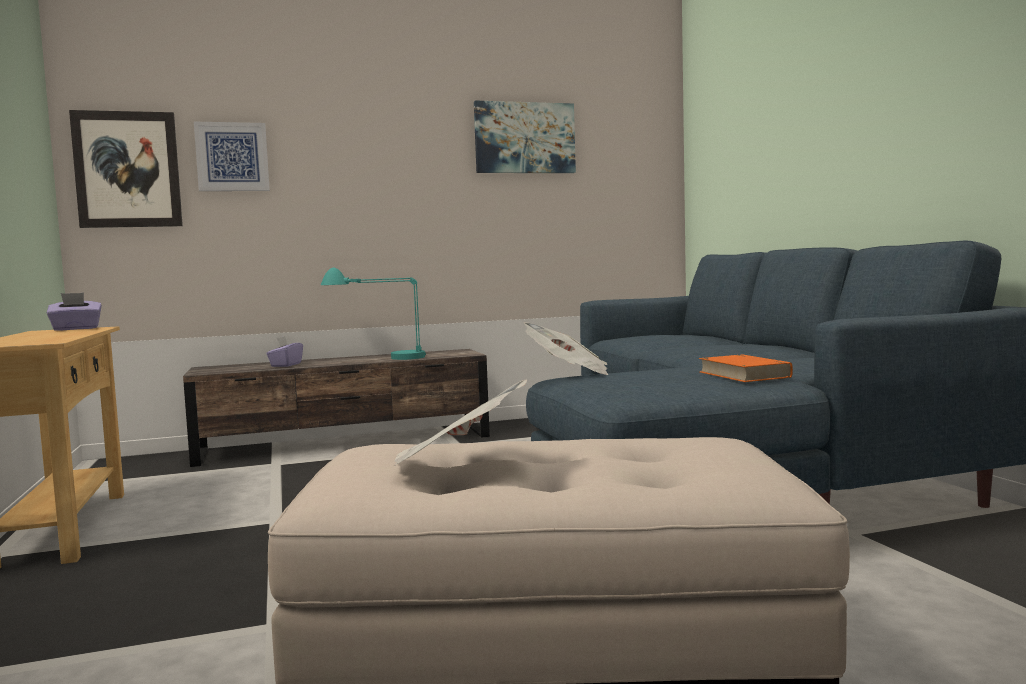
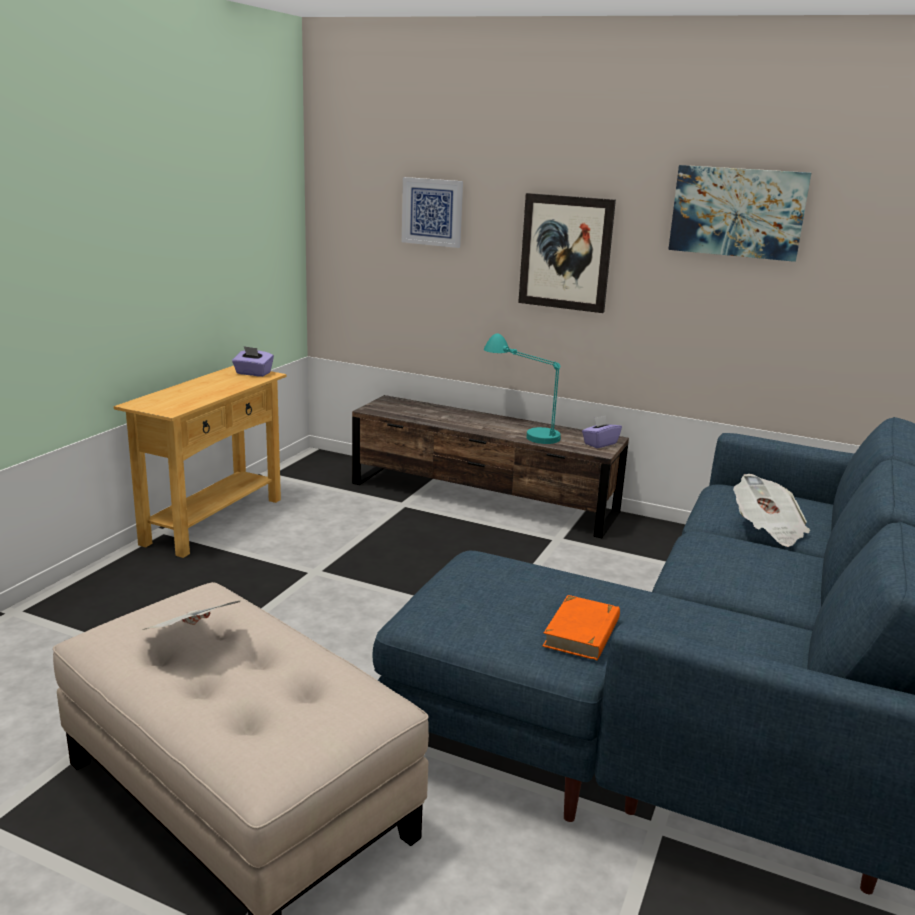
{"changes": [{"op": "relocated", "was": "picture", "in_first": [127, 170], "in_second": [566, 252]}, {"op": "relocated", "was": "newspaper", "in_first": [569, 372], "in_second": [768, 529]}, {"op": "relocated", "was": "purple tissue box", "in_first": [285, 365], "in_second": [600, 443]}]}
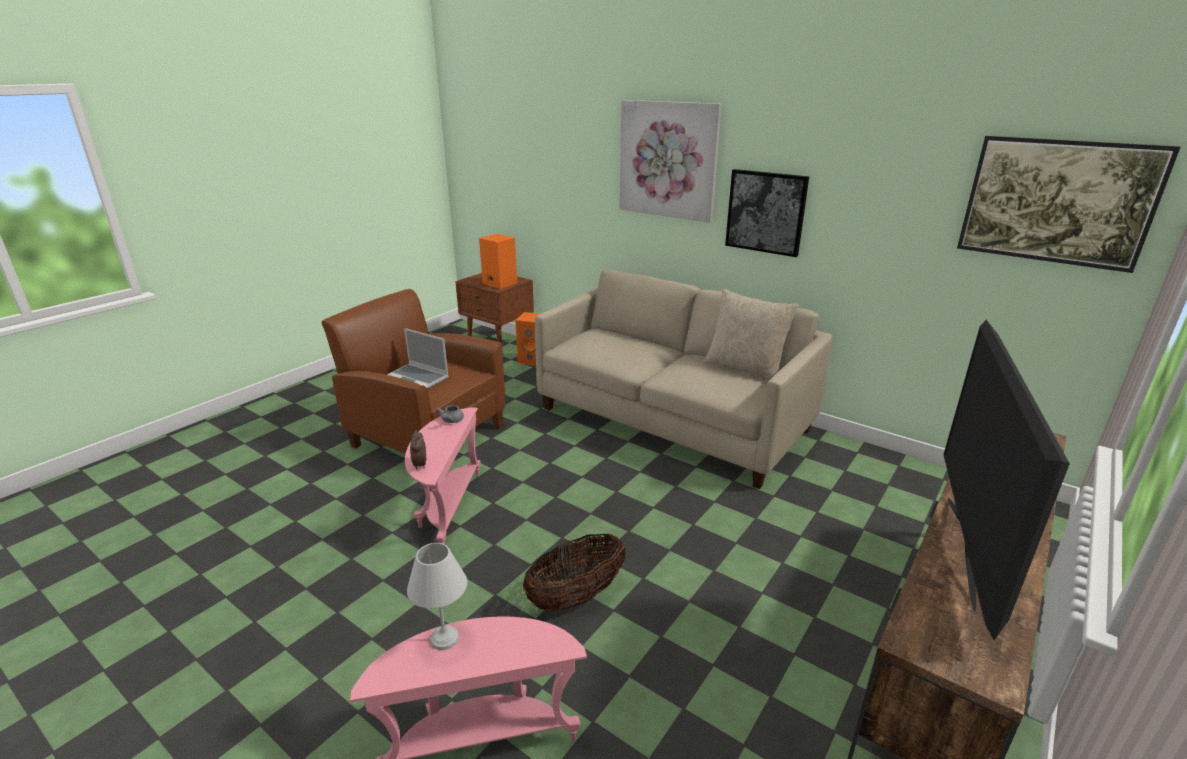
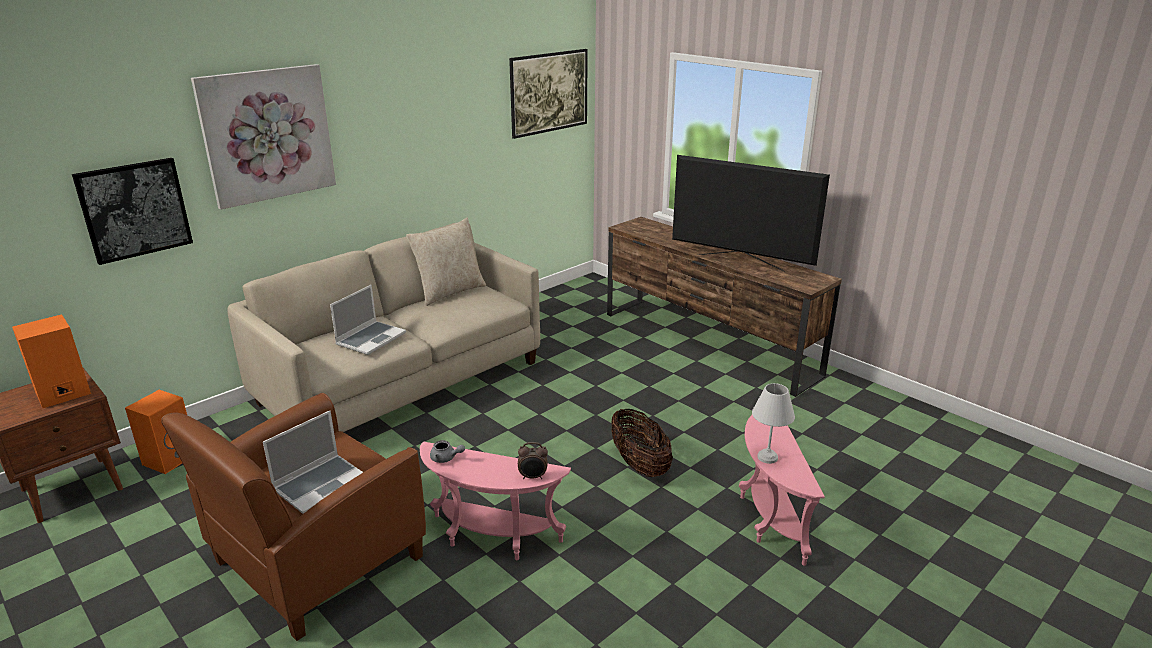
{"changes": [{"op": "relocated", "was": "picture", "in_first": [766, 212], "in_second": [134, 209]}, {"op": "appeared", "now": "laptop", "in_second": [371, 339]}]}
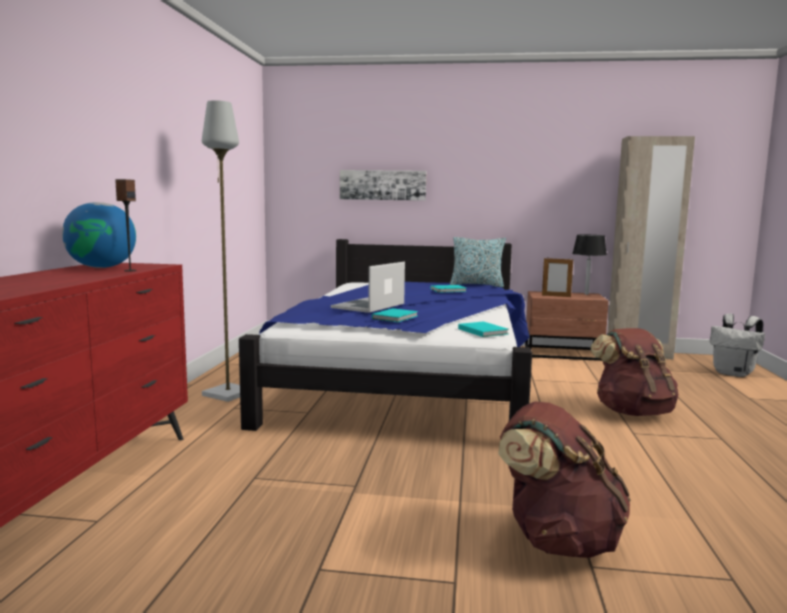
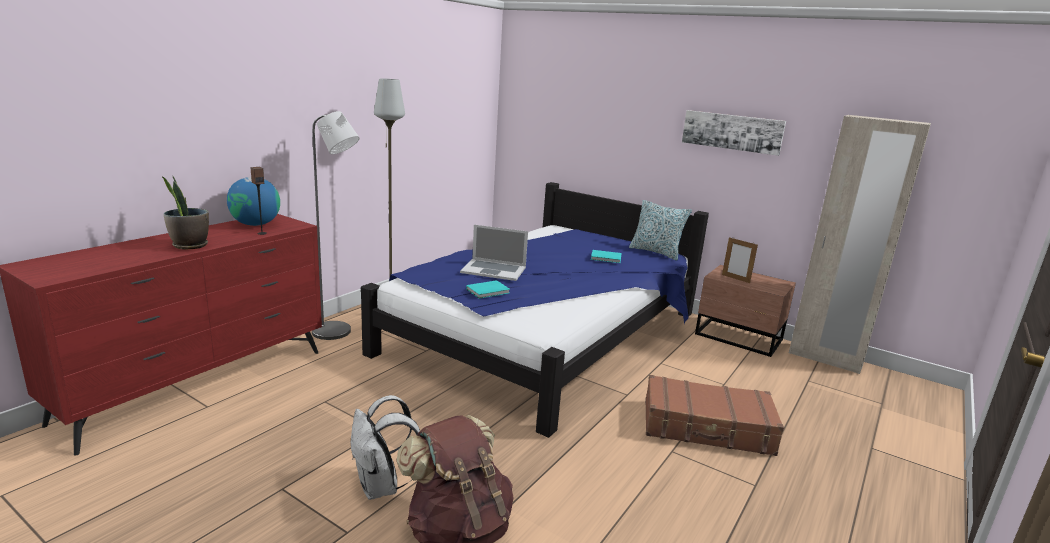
{"changes": [{"op": "relocated", "was": "picture", "in_first": [383, 185], "in_second": [732, 132]}, {"op": "missing", "was": "black table lamp", "in_first": [586, 294]}, {"op": "spun", "was": "laptop", "in_first": [369, 306], "in_second": [493, 270], "clockwise": -135}, {"op": "relocated", "was": "white backpack", "in_first": [734, 374], "in_second": [381, 487]}, {"op": "missing", "was": "turquoise book", "in_first": [482, 331]}, {"op": "exchanged", "was": "brown backpack", "now": "brown suitcase", "in_first": [633, 412], "in_second": [707, 428]}, {"op": "appeared", "now": "grey floor lamp", "in_second": [337, 333]}, {"op": "appeared", "now": "potted plant", "in_second": [189, 245]}]}
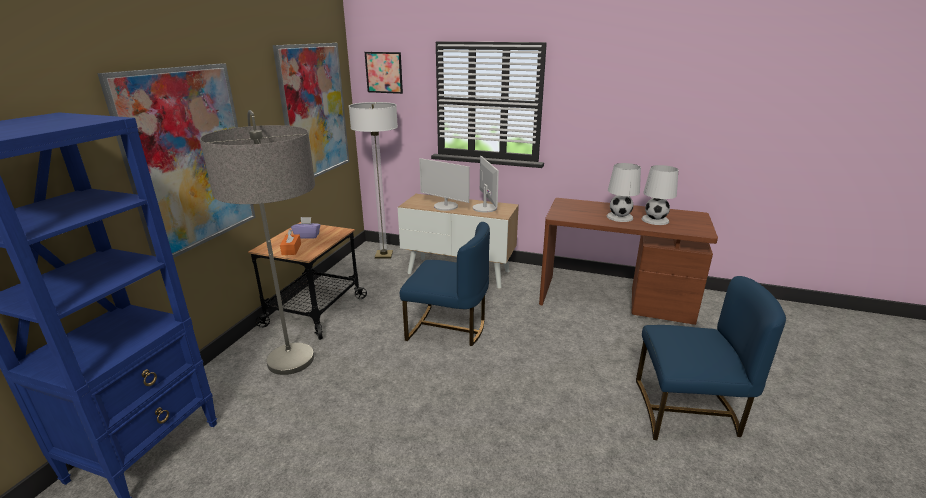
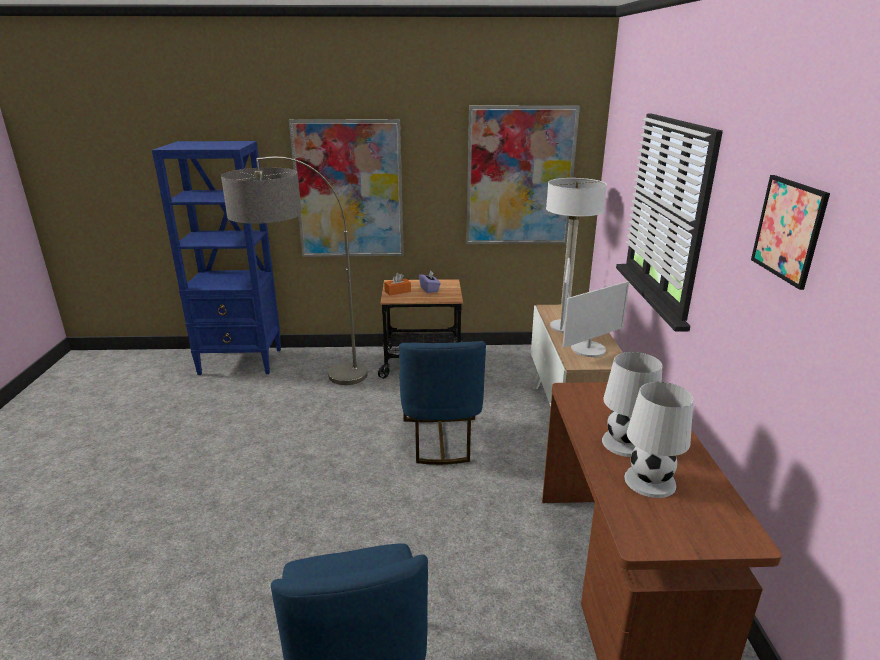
{"changes": [{"op": "relocated", "was": "picture", "in_first": [384, 72], "in_second": [788, 230]}]}
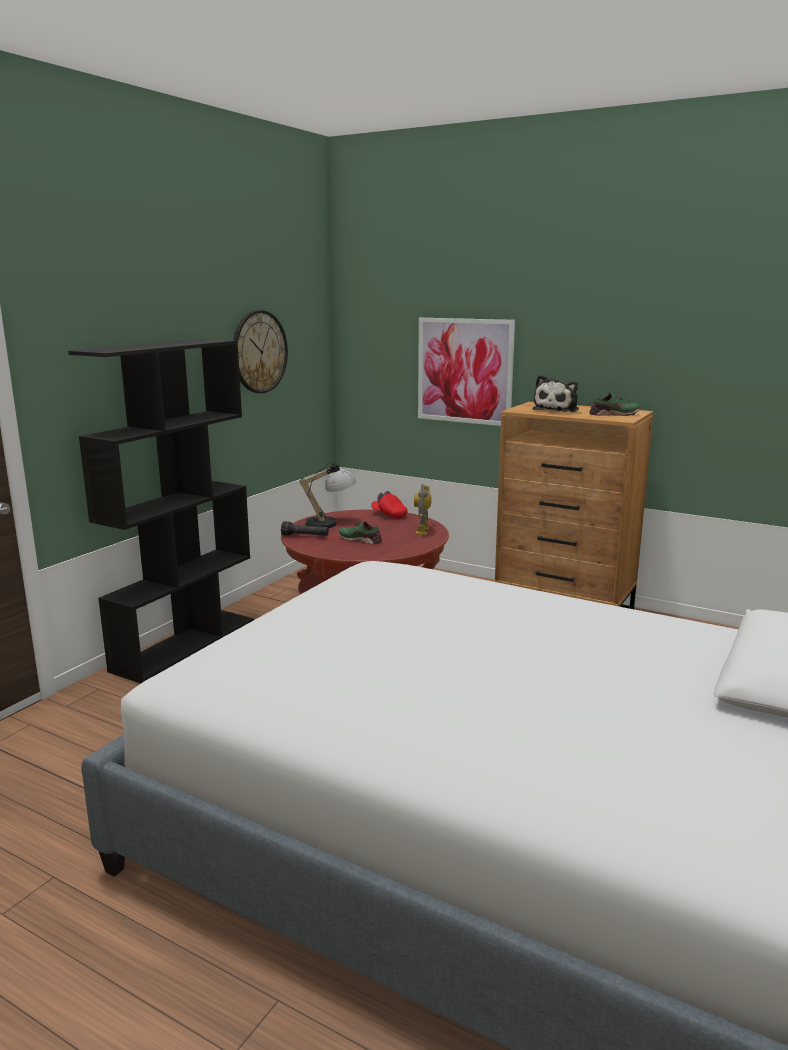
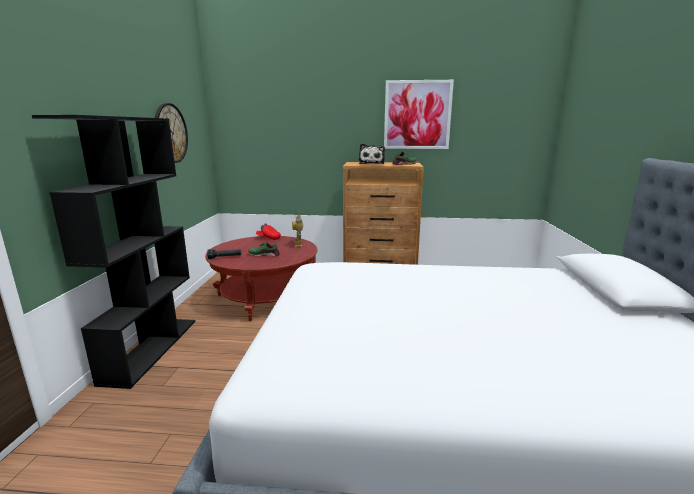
{"changes": [{"op": "relocated", "was": "picture", "in_first": [464, 371], "in_second": [417, 115]}, {"op": "missing", "was": "table lamp", "in_first": [329, 523]}]}
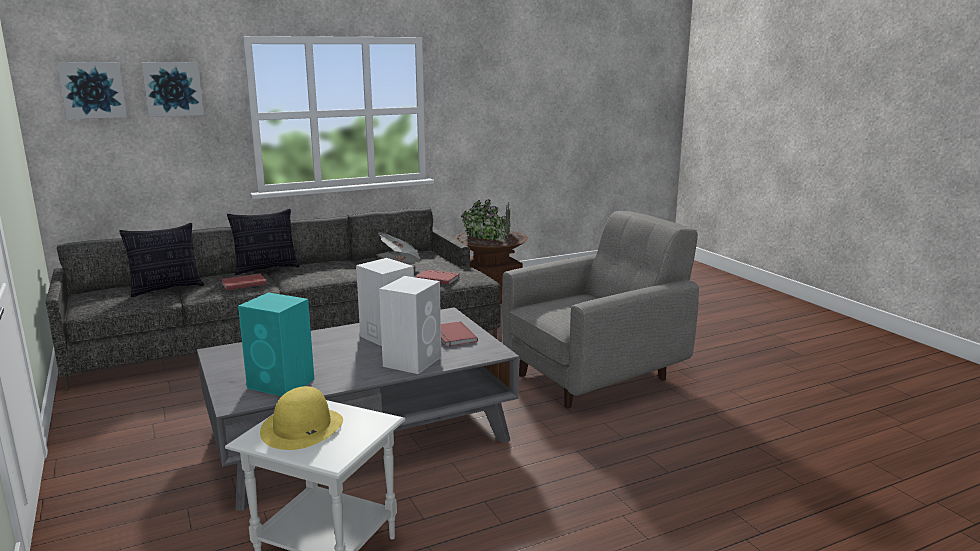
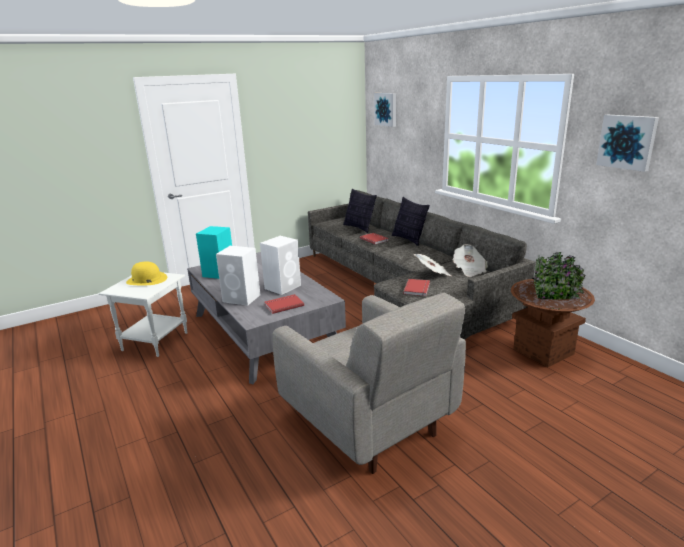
{"changes": [{"op": "relocated", "was": "picture", "in_first": [173, 89], "in_second": [627, 142]}]}
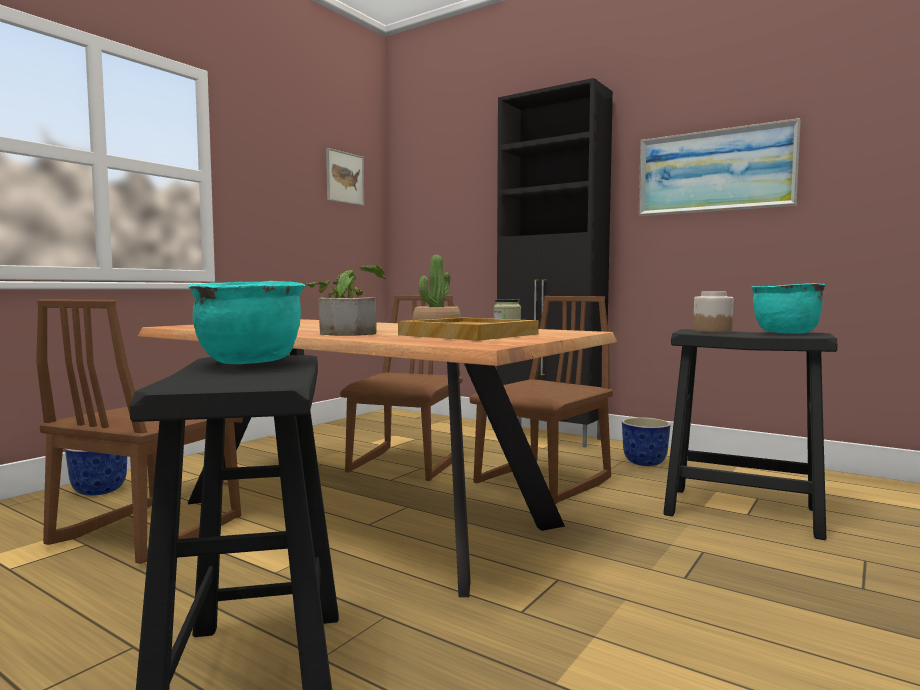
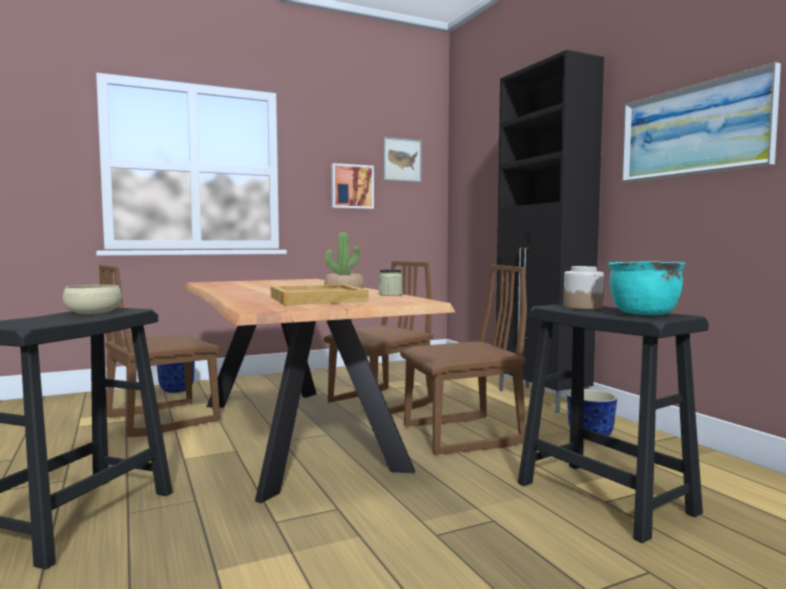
{"changes": [{"op": "missing", "was": "potted plant", "in_first": [348, 333]}, {"op": "exchanged", "was": "turquoise cooking pot", "now": "beige bowl", "in_first": [250, 362], "in_second": [93, 312]}, {"op": "appeared", "now": "picture", "in_second": [352, 186]}]}
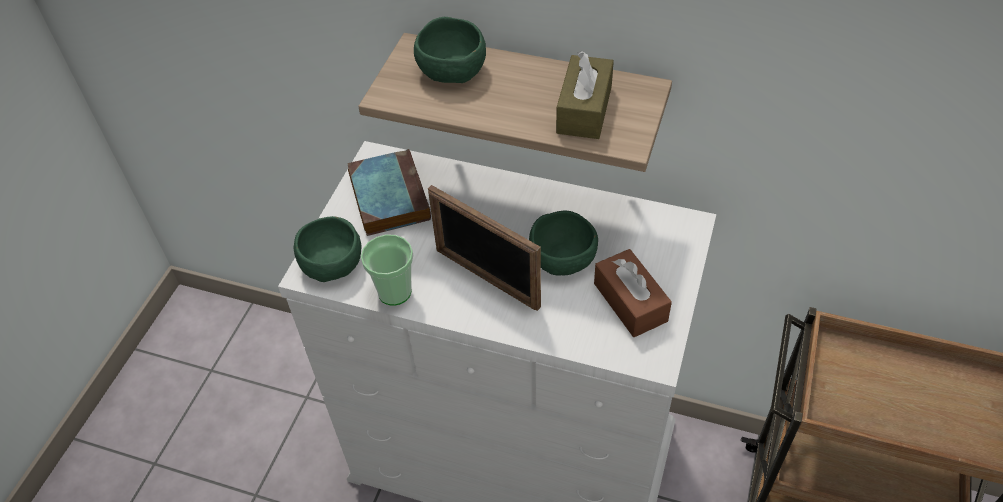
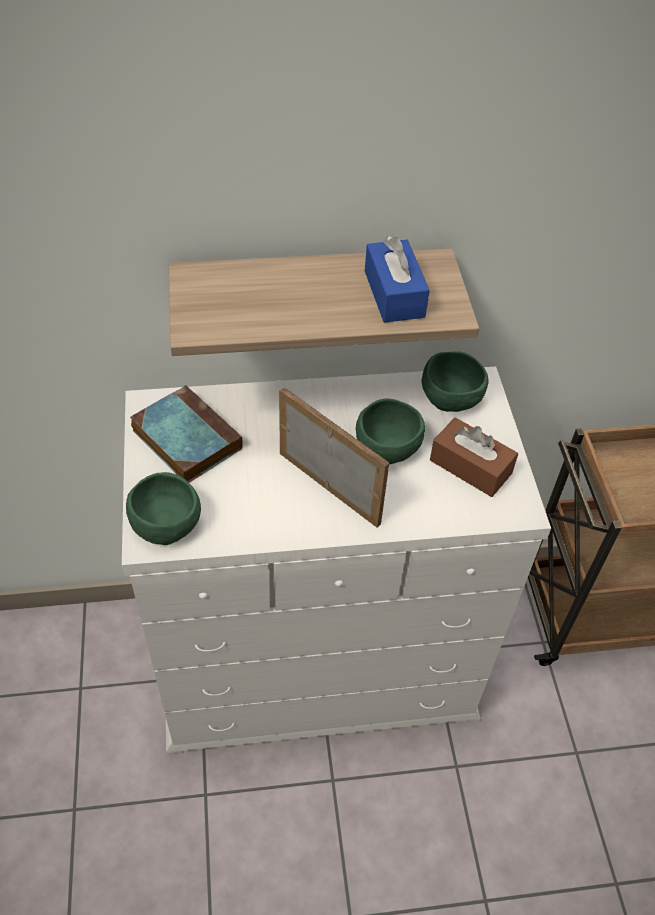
{"changes": [{"op": "relocated", "was": "green bowl", "in_first": [453, 70], "in_second": [452, 397]}, {"op": "colour", "was": "brown tissue box", "now": "blue tissue box", "in_first": [584, 109], "in_second": [394, 294]}, {"op": "spun", "was": "picture frame", "in_first": [486, 278], "in_second": [329, 487], "clockwise": -150}, {"op": "missing", "was": "cup", "in_first": [394, 292]}]}
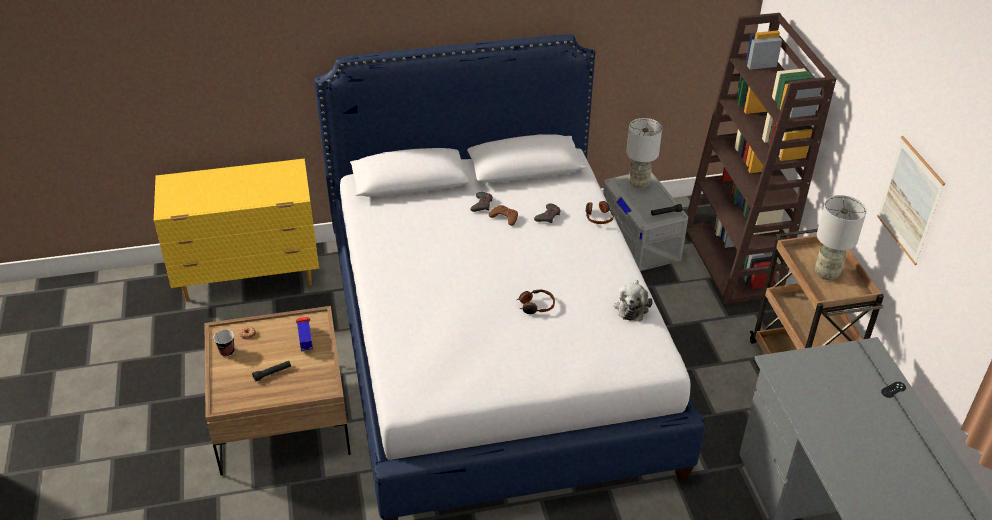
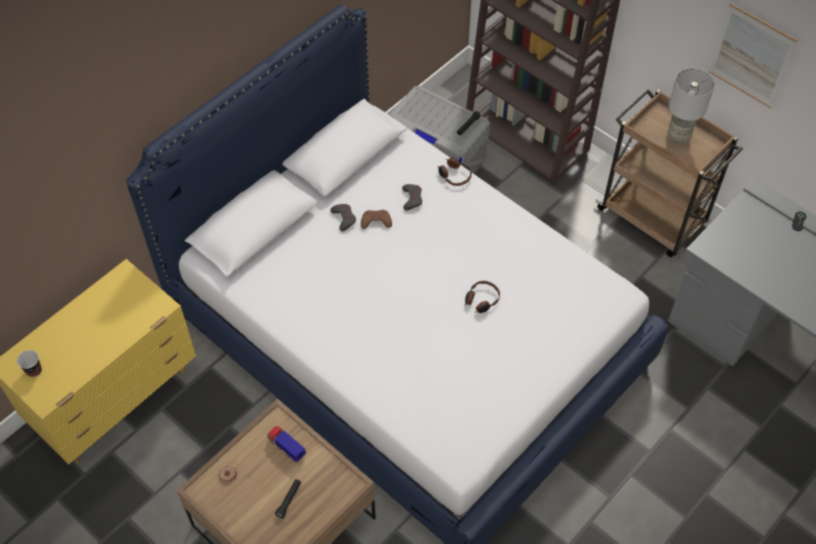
{"changes": [{"op": "missing", "was": "grey table lamp", "in_first": [638, 184]}, {"op": "missing", "was": "plush toy", "in_first": [631, 306]}, {"op": "relocated", "was": "cup", "in_first": [227, 352], "in_second": [34, 370]}]}
